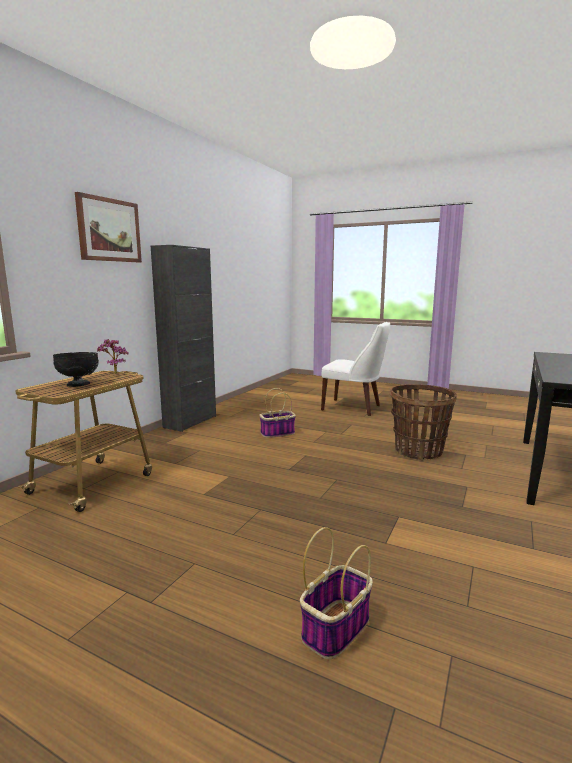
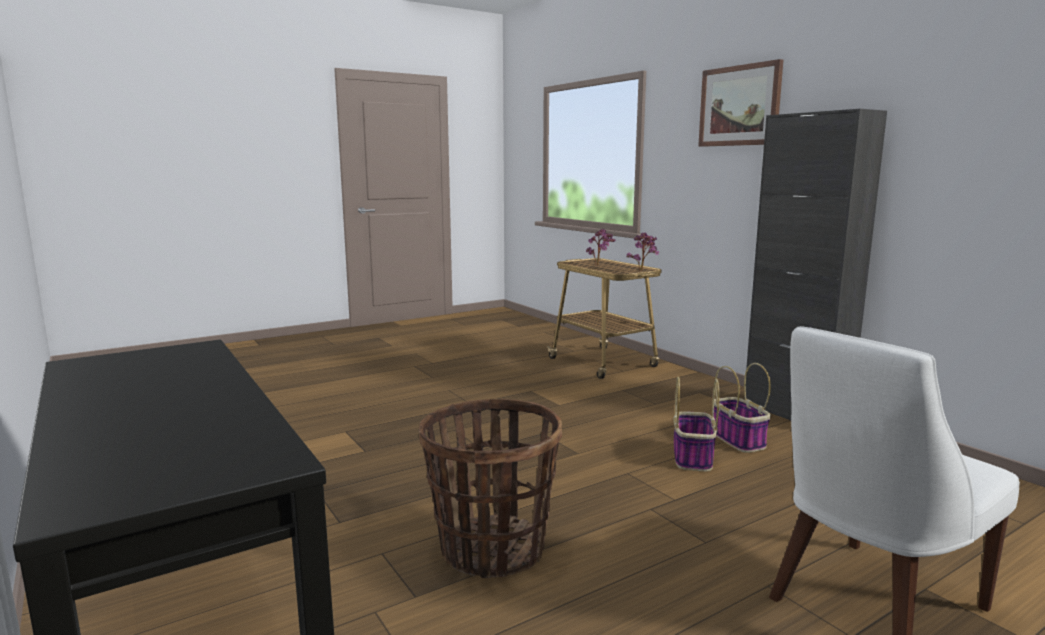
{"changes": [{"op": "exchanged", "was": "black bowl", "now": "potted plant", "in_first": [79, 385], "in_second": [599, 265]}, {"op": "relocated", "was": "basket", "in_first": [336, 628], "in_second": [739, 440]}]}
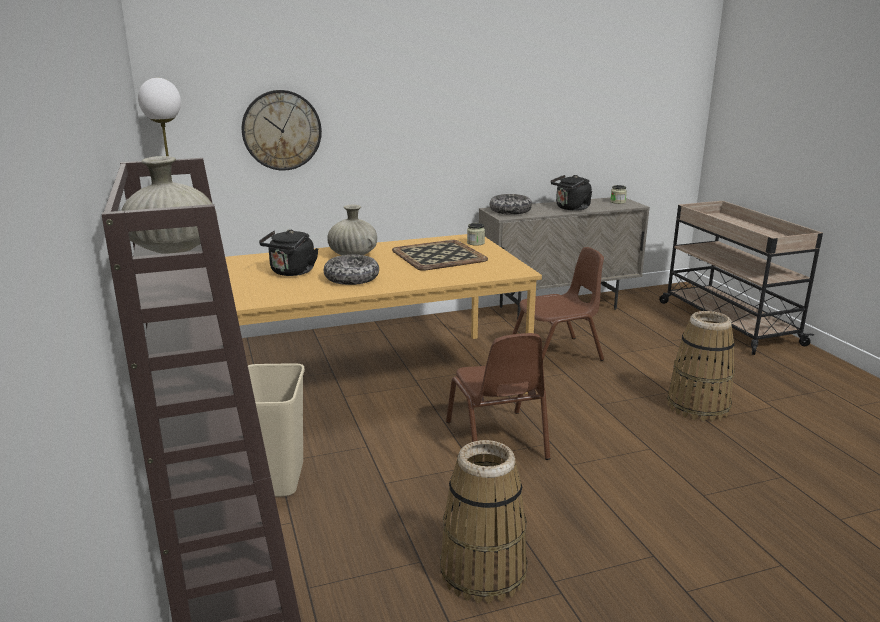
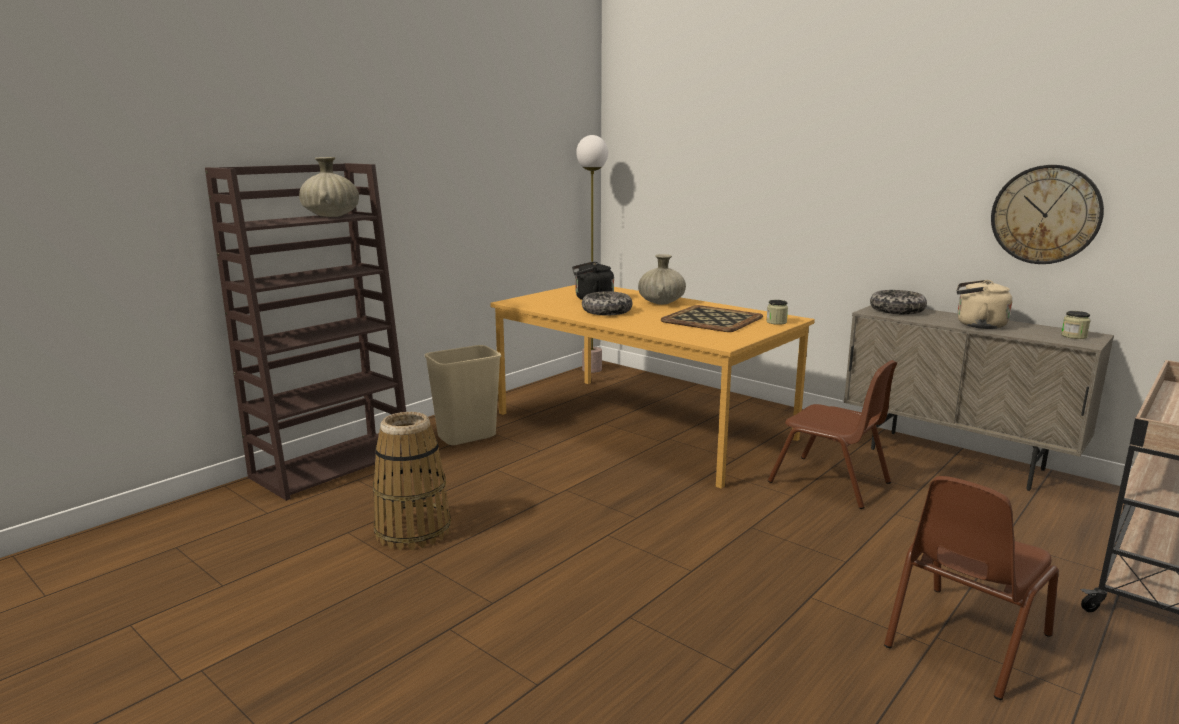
{"changes": [{"op": "relocated", "was": "wall clock", "in_first": [281, 130], "in_second": [1045, 214]}, {"op": "colour", "was": "black kettle", "now": "beige kettle", "in_first": [571, 208], "in_second": [977, 325]}, {"op": "missing", "was": "basket", "in_first": [698, 406]}, {"op": "relocated", "was": "brown chair", "in_first": [496, 440], "in_second": [965, 640]}]}
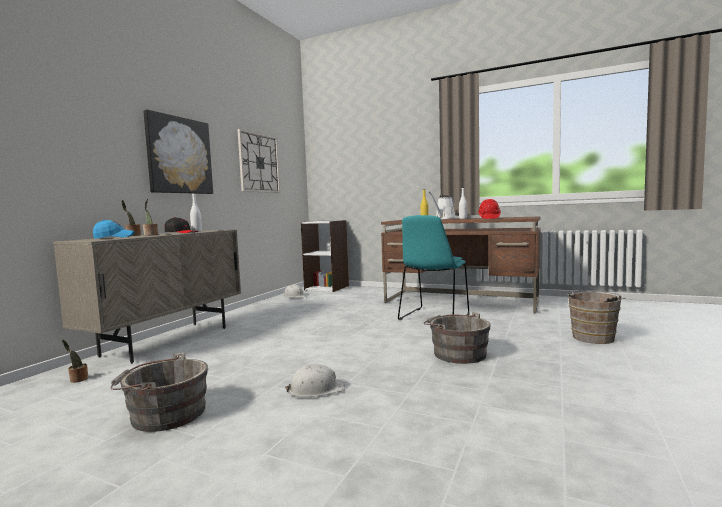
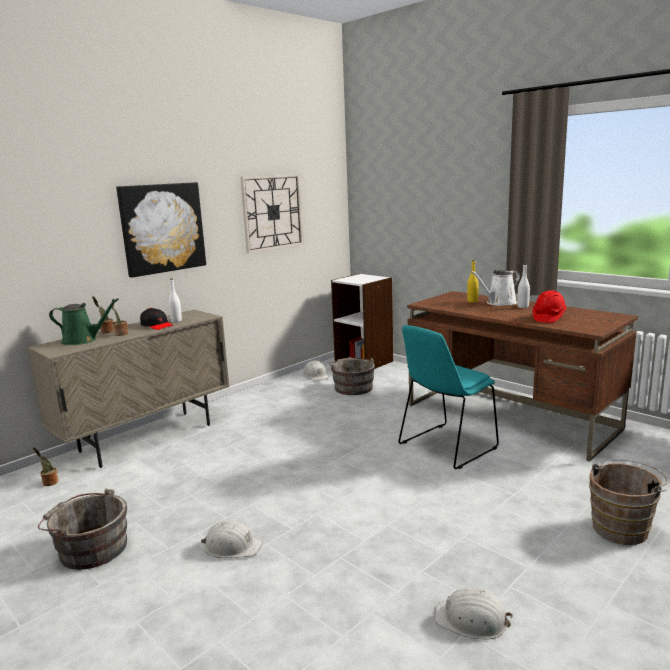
{"changes": [{"op": "exchanged", "was": "blue cap", "now": "green watering can", "in_first": [114, 237], "in_second": [83, 340]}, {"op": "relocated", "was": "grey bucket", "in_first": [457, 353], "in_second": [352, 387]}, {"op": "appeared", "now": "white hard hat", "in_second": [471, 620]}]}
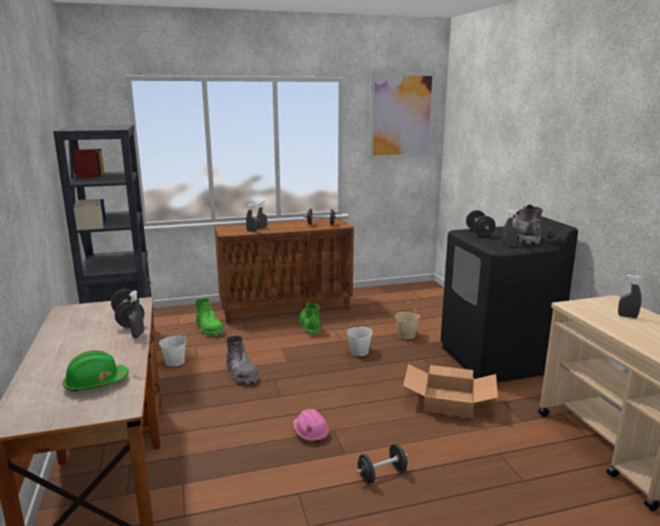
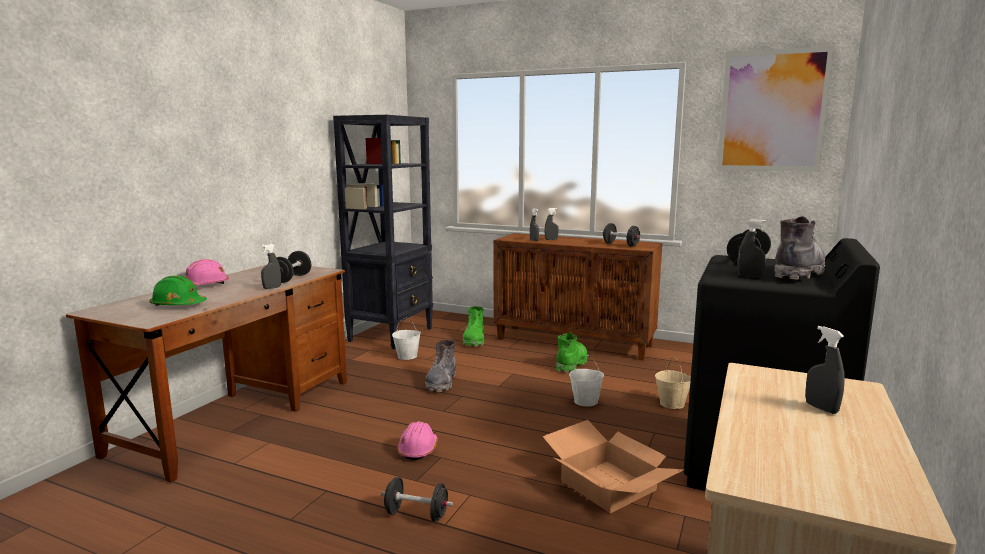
{"changes": [{"op": "appeared", "now": "pink hard hat", "in_second": [204, 285]}]}
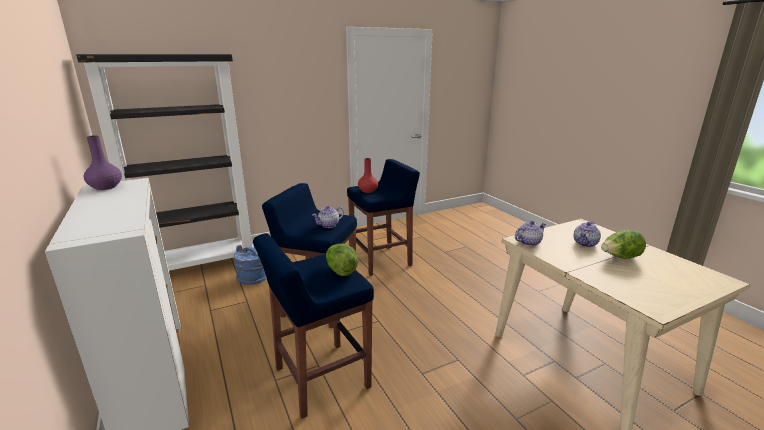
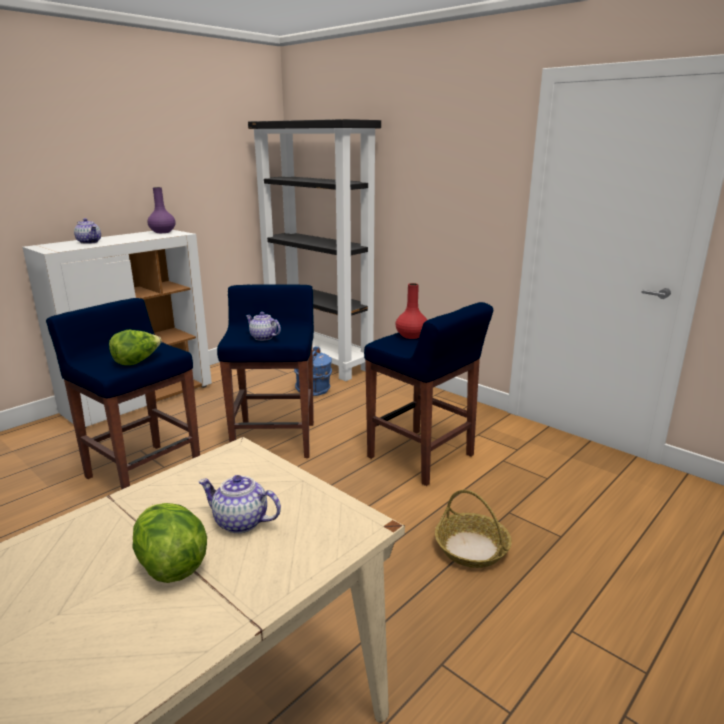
{"changes": [{"op": "relocated", "was": "teapot", "in_first": [528, 242], "in_second": [89, 242]}, {"op": "appeared", "now": "basket", "in_second": [472, 548]}]}
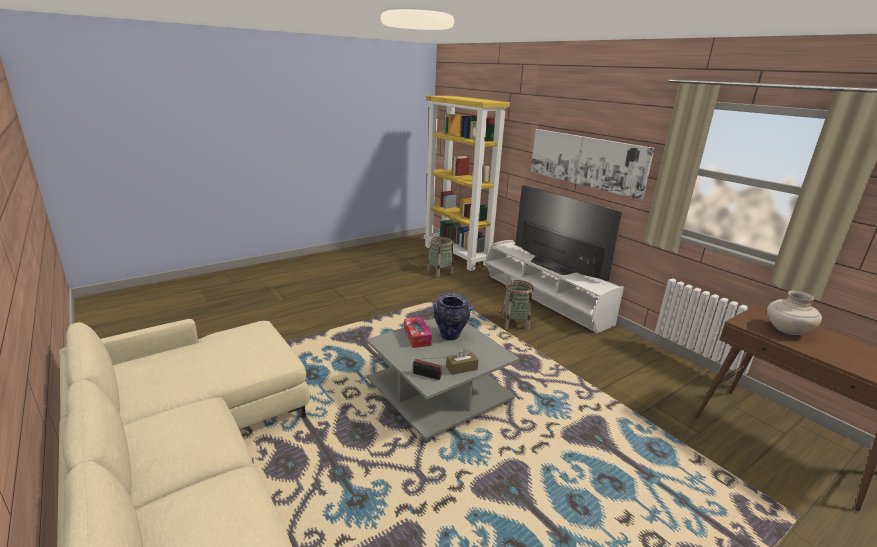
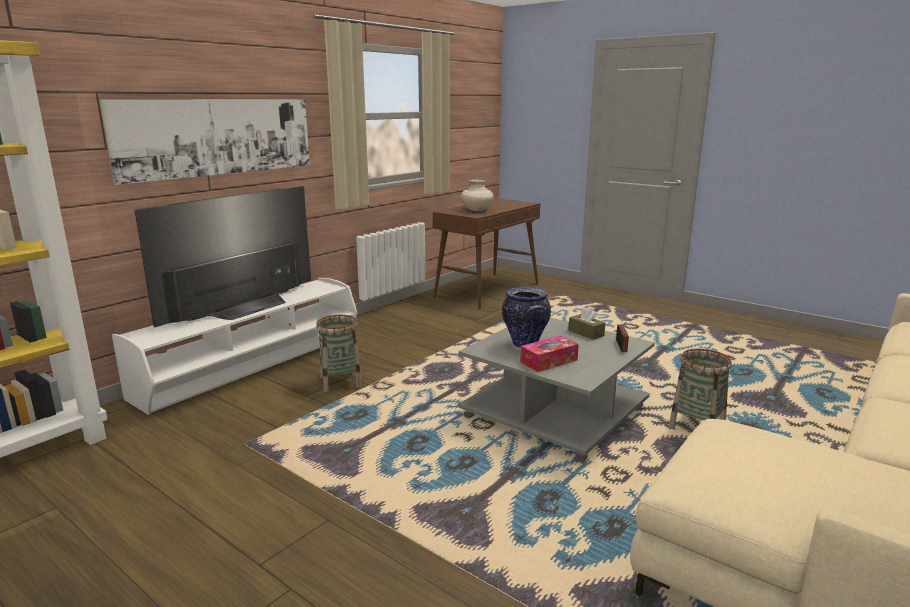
{"changes": [{"op": "relocated", "was": "basket", "in_first": [440, 272], "in_second": [696, 426]}]}
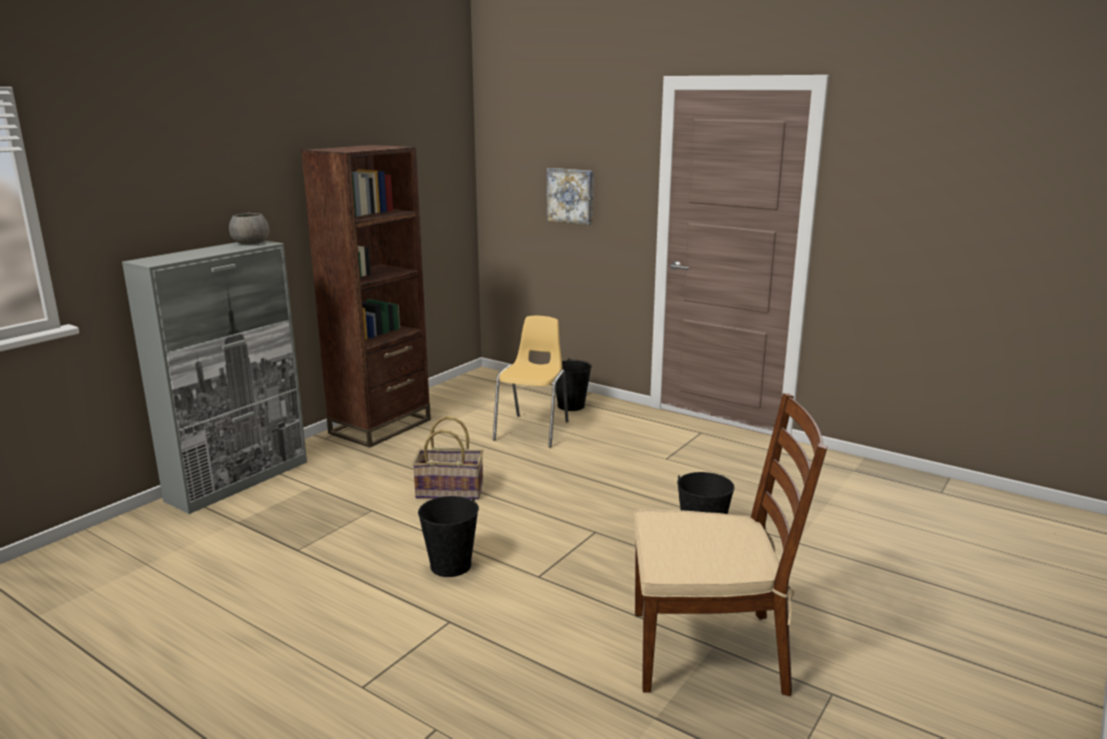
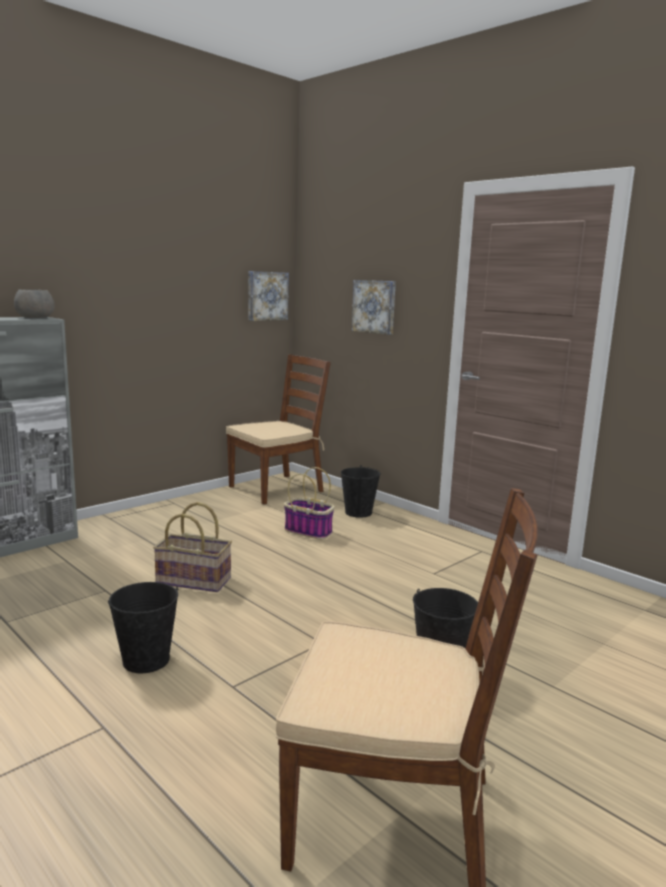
{"changes": [{"op": "missing", "was": "brown bookcase", "in_first": [380, 426]}, {"op": "exchanged", "was": "yellow chair", "now": "basket", "in_first": [533, 430], "in_second": [309, 531]}, {"op": "appeared", "now": "picture", "in_second": [267, 296]}, {"op": "appeared", "now": "brown chair", "in_second": [277, 489]}]}
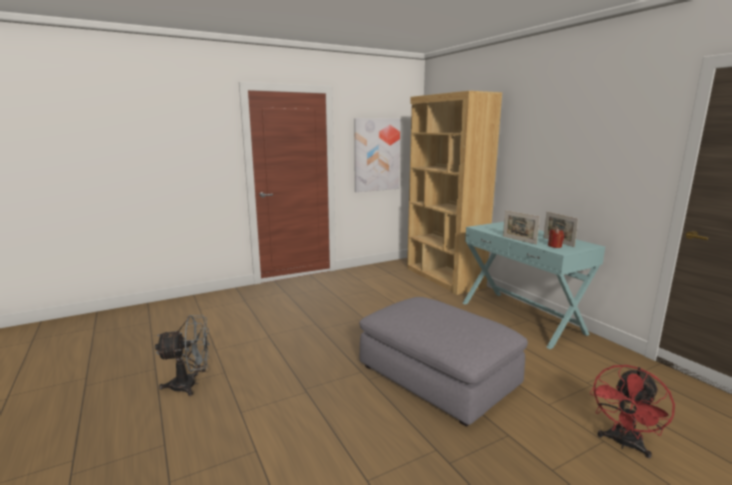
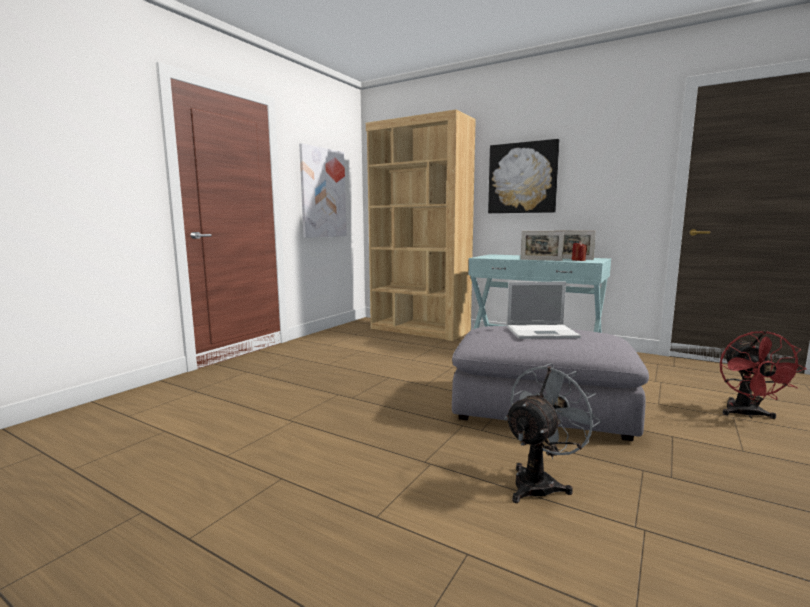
{"changes": [{"op": "relocated", "was": "grey fan", "in_first": [190, 385], "in_second": [540, 482]}, {"op": "appeared", "now": "picture", "in_second": [522, 178]}, {"op": "appeared", "now": "laptop", "in_second": [543, 332]}]}
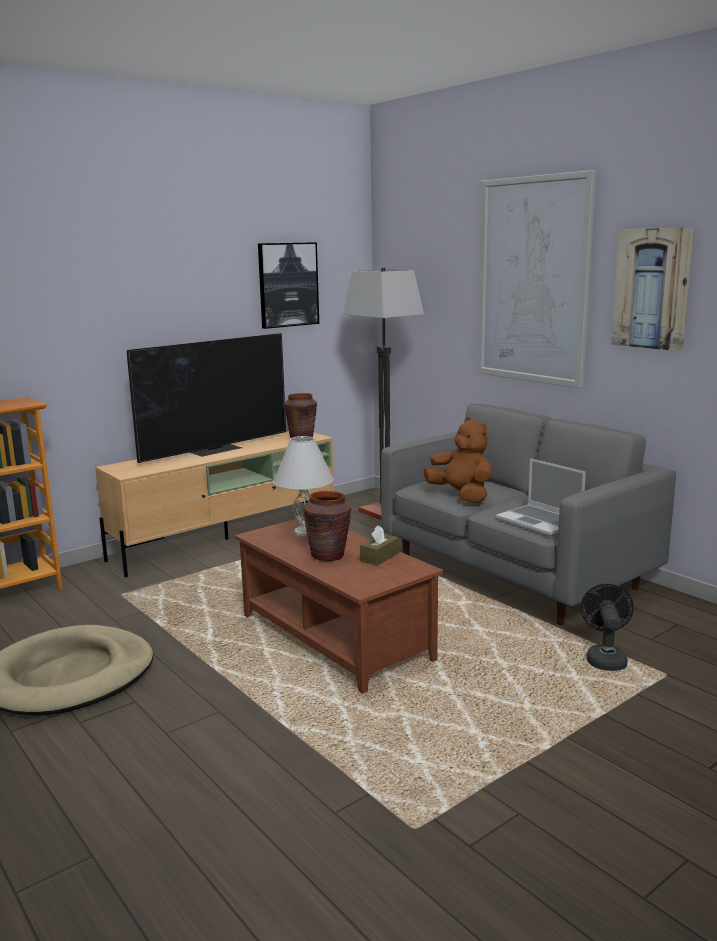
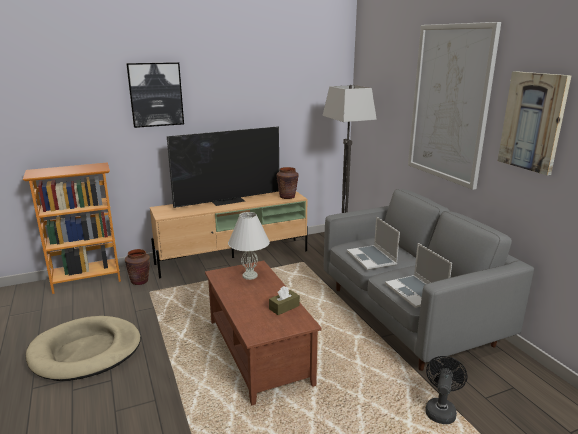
{"changes": [{"op": "relocated", "was": "picture", "in_first": [288, 284], "in_second": [156, 94]}, {"op": "exchanged", "was": "brown plush toy", "now": "laptop", "in_first": [461, 496], "in_second": [372, 258]}, {"op": "relocated", "was": "brown vase", "in_first": [328, 555], "in_second": [140, 281]}]}
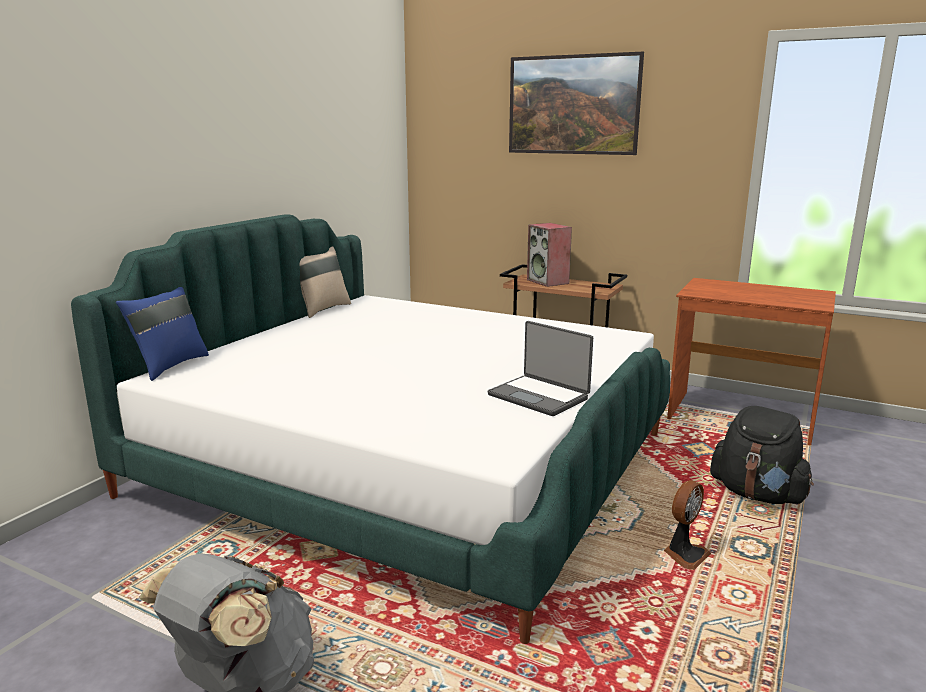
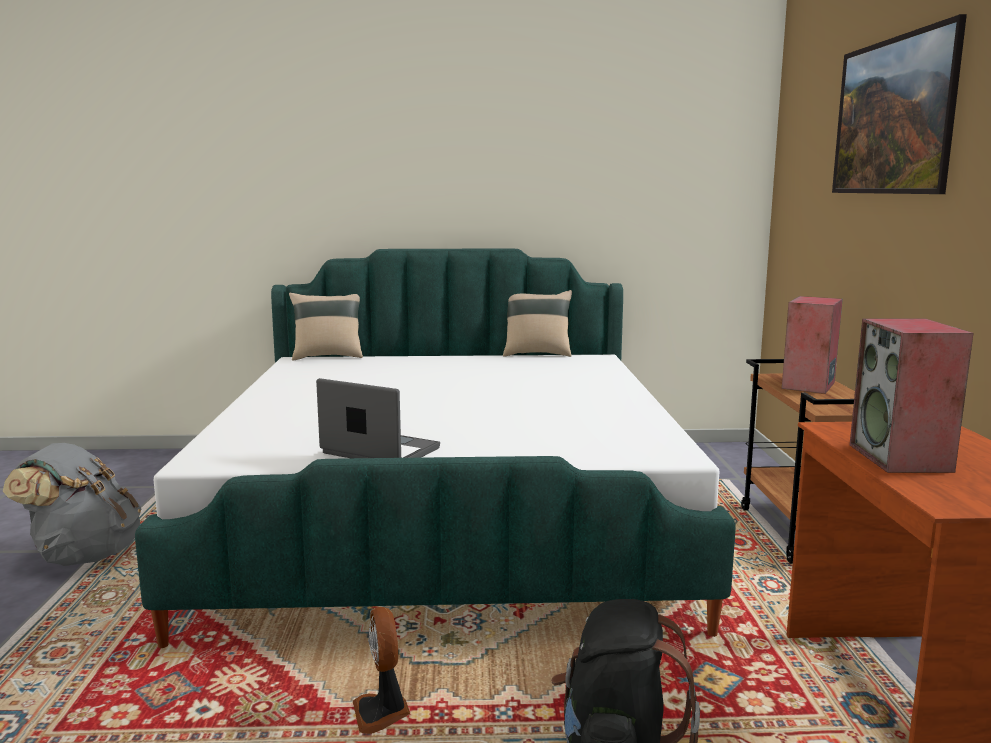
{"changes": [{"op": "colour", "was": "blue pillow", "now": "beige pillow", "in_first": [169, 366], "in_second": [328, 356]}, {"op": "spun", "was": "laptop", "in_first": [539, 396], "in_second": [379, 451], "clockwise": 105}, {"op": "spun", "was": "fan", "in_first": [684, 554], "in_second": [382, 713], "clockwise": 60}, {"op": "appeared", "now": "speaker", "in_second": [901, 458]}]}
